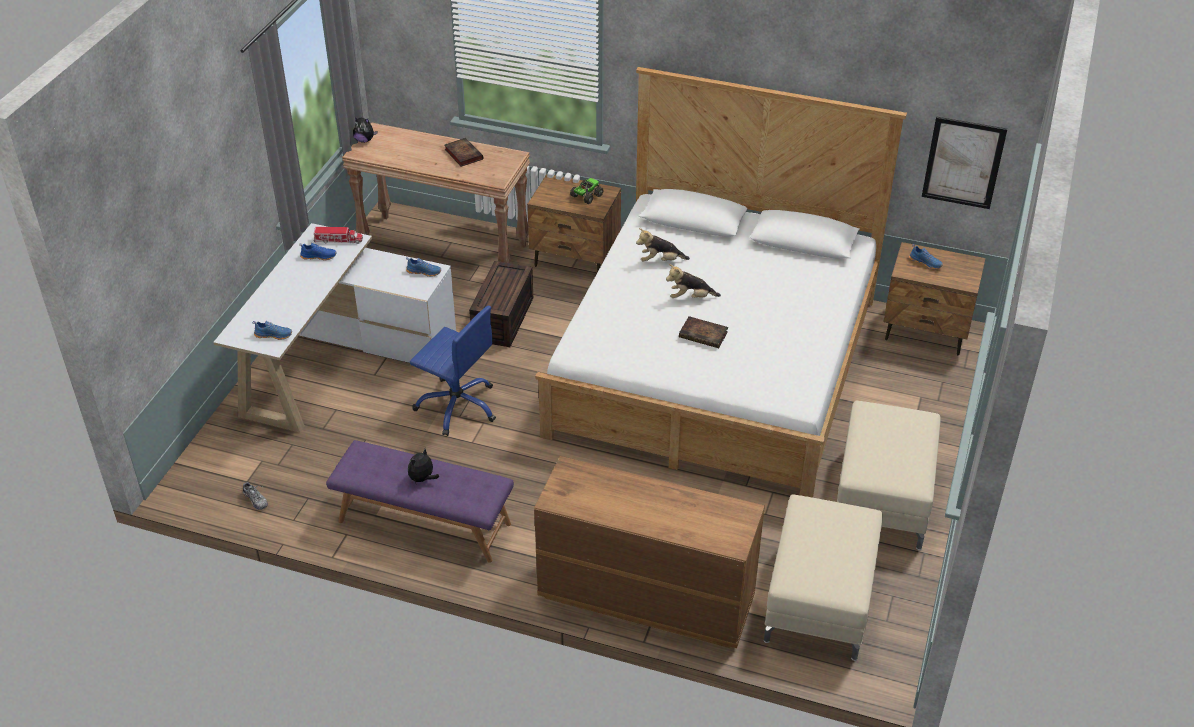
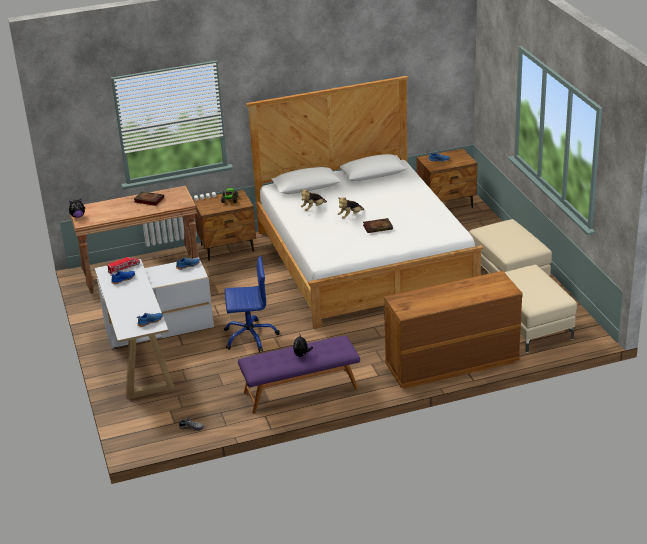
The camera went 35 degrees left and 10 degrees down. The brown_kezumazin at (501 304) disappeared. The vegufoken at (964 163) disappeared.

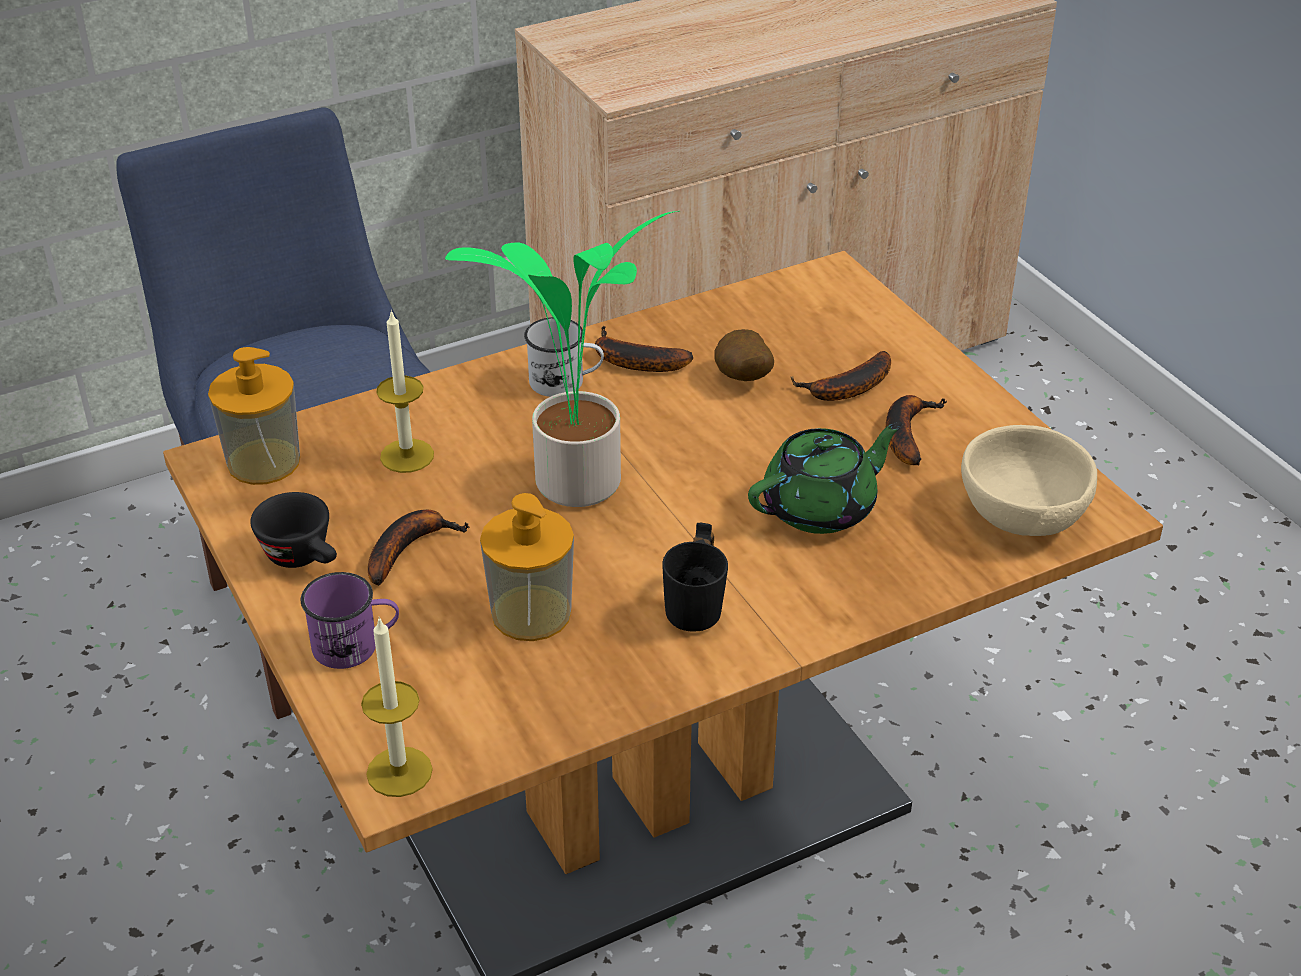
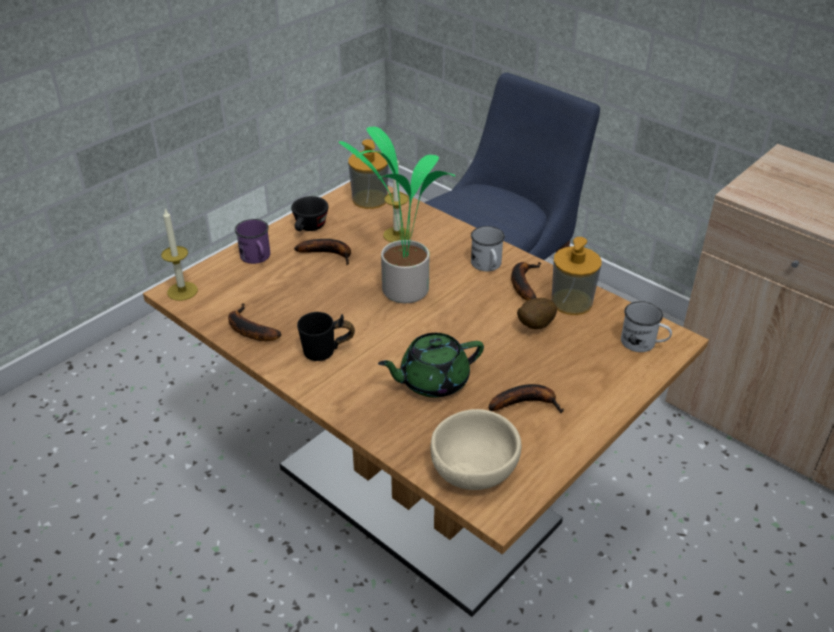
The camera went 70 degrees right and 0 degrees up. The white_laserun at (646 326) appeared. The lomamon moved from (527 567) to (576 276). The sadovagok moved from (841 376) to (254 322). The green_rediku at (825 478) turned 120 degrees clockwise.

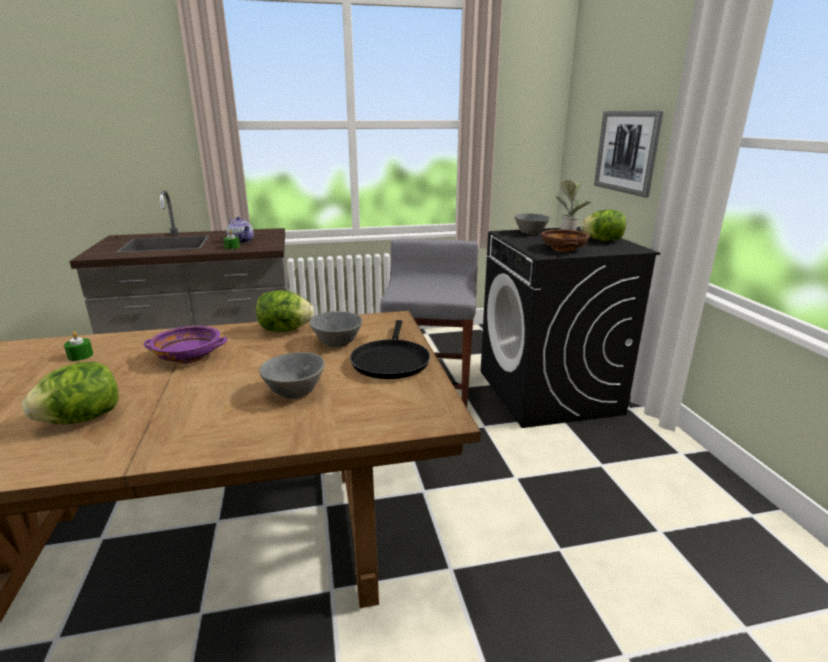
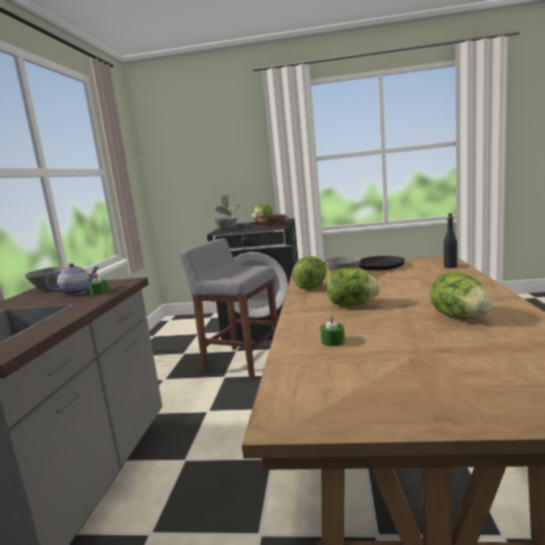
The camera went 70 degrees left and 10 degrees down. The vegufoken at (628 154) disappeared. The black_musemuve at (450 240) appeared. The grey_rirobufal moved from (292 375) to (46 279). The purple_rirobufal at (185 345) was replaced by the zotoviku at (354 287).

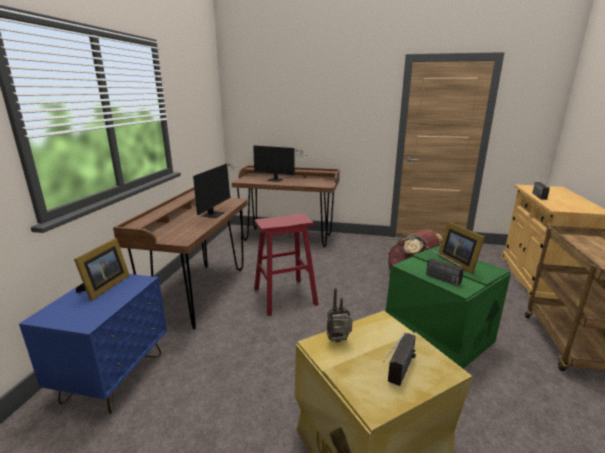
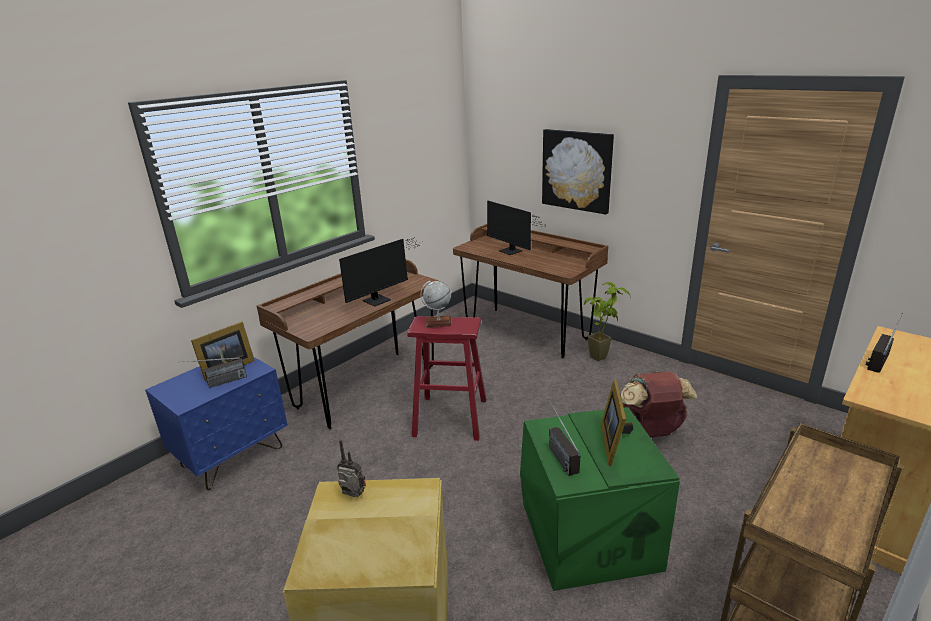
The camera went 30 degrees right and 5 degrees up. The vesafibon at (436 304) appeared. The vegufoken at (578 172) appeared. The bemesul at (607 321) appeared. The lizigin moved from (399 359) to (215 372).

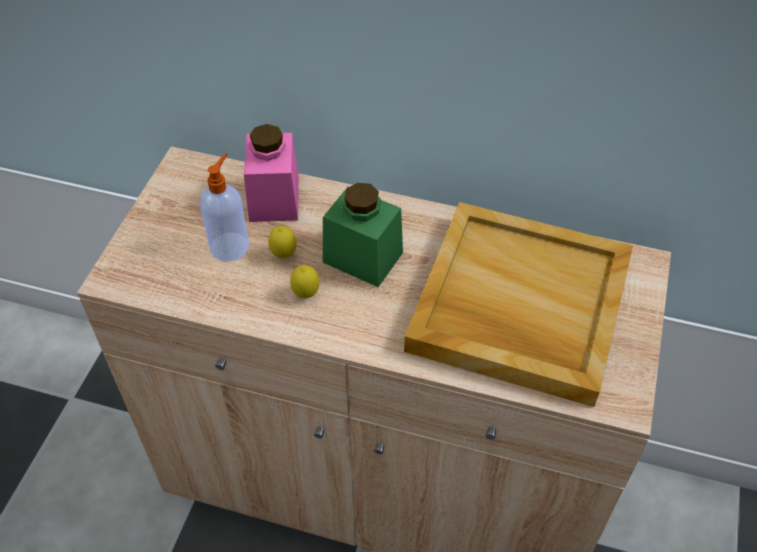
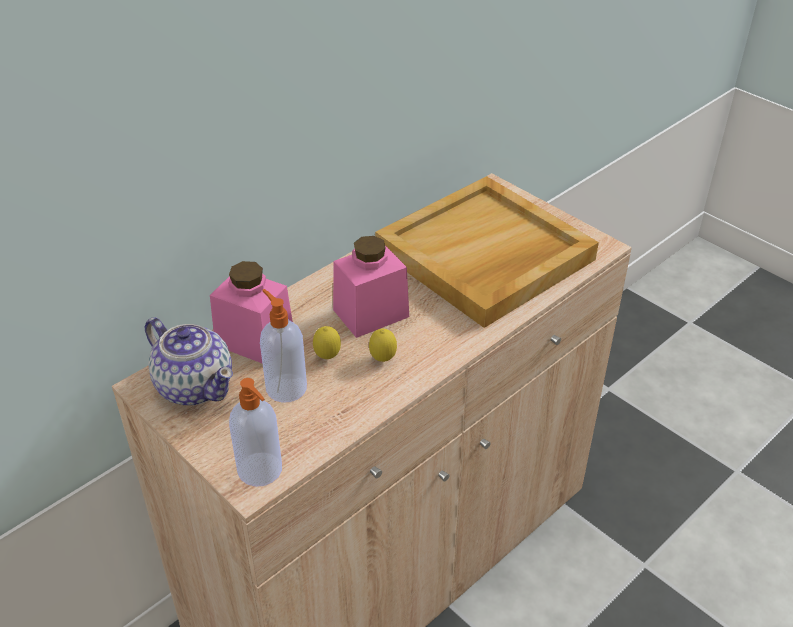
The camera went 60 degrees left and 10 degrees down. The rediku at (189 361) appeared. The lomamon at (255 432) appeared. The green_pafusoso at (363 235) became the pink_pafusoso at (371 287).

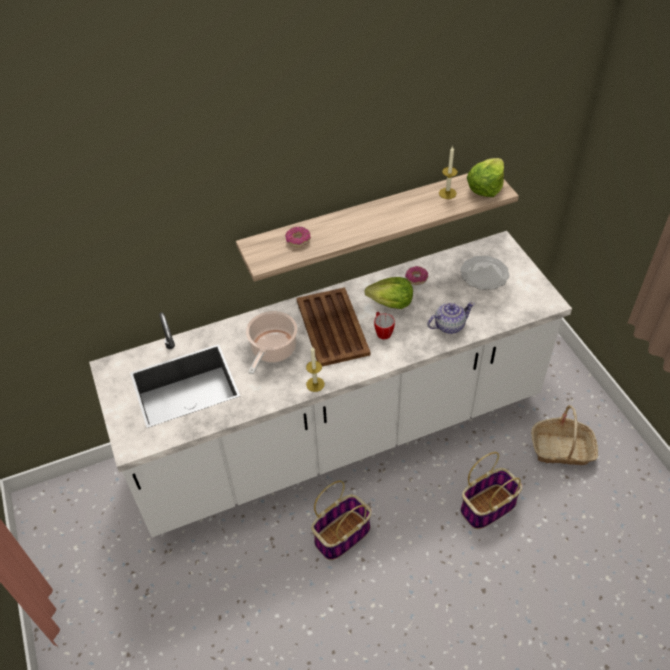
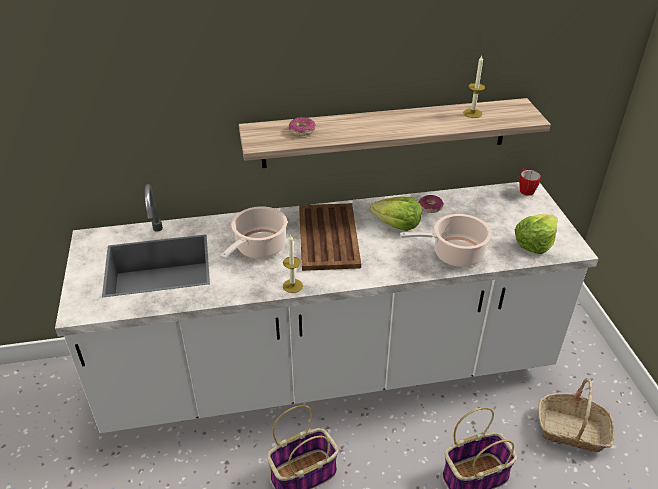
The camera went 10 degrees right and 10 degrees down. The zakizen at (484 273) disappeared. The laserun moved from (384 326) to (530 182). The zotoviku moved from (485 177) to (536 234). The rediku at (451 318) was replaced by the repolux at (445 240).

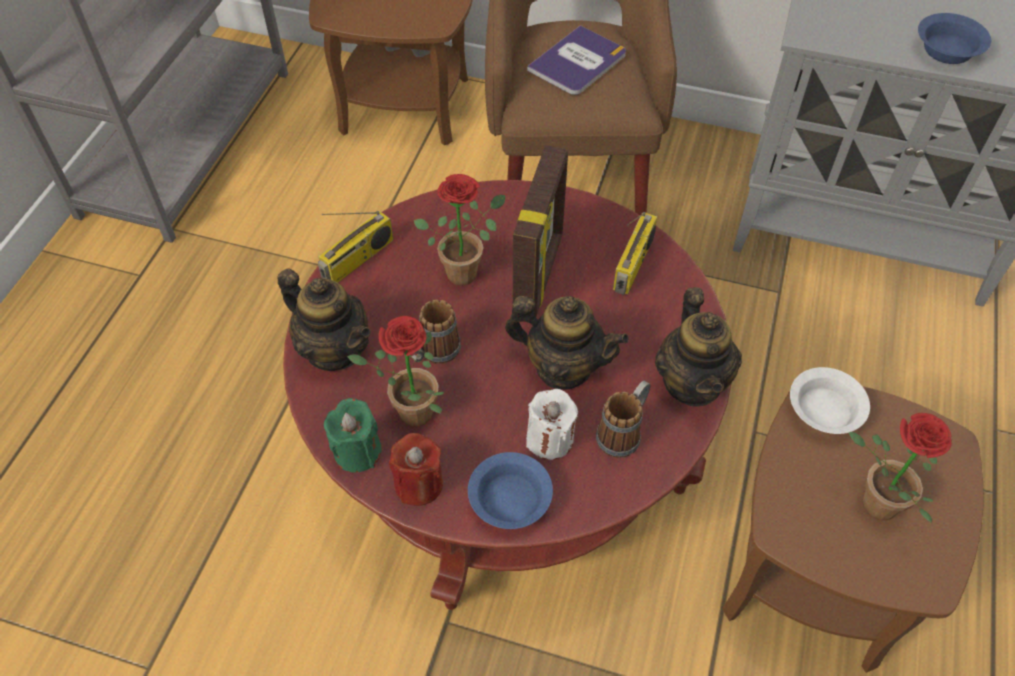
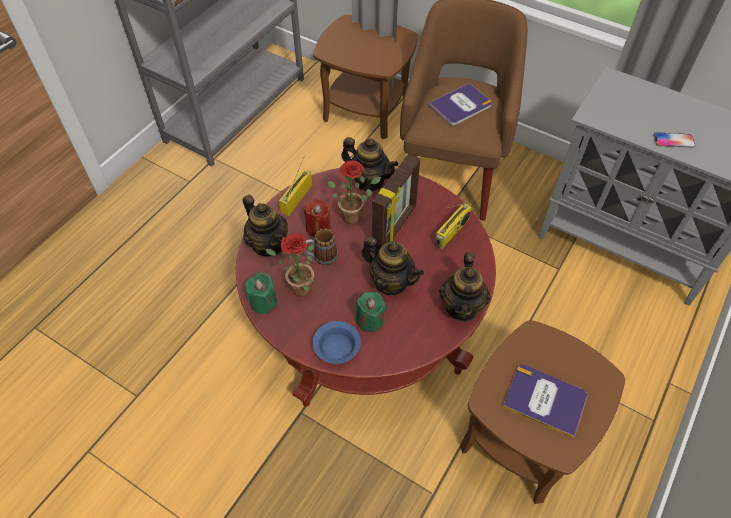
The camera went 15 degrees right and 0 degrees up. The laserun at (623 419) disappeared. The white_rirobufal at (830 400) disappeared. The rediku at (369 164) appeared. The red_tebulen moved from (416 469) to (317 218). The bemesul at (900 468) was replaced by the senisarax at (545 401). The blue_rirobufal at (954 38) was replaced by the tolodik at (674 140). The white_tebulen at (552 424) became the green_tebulen at (371 312). The lizigin at (355 246) turned 150 degrees clockwise.

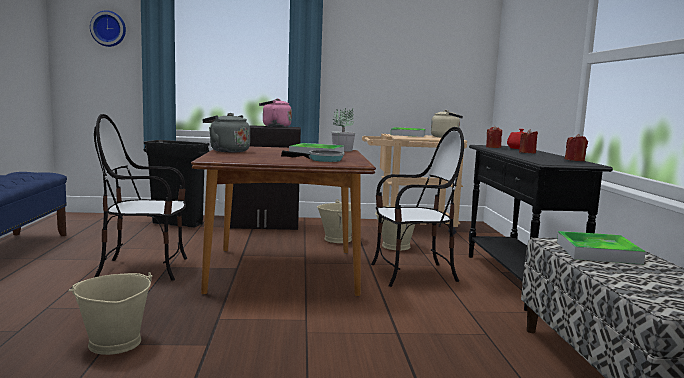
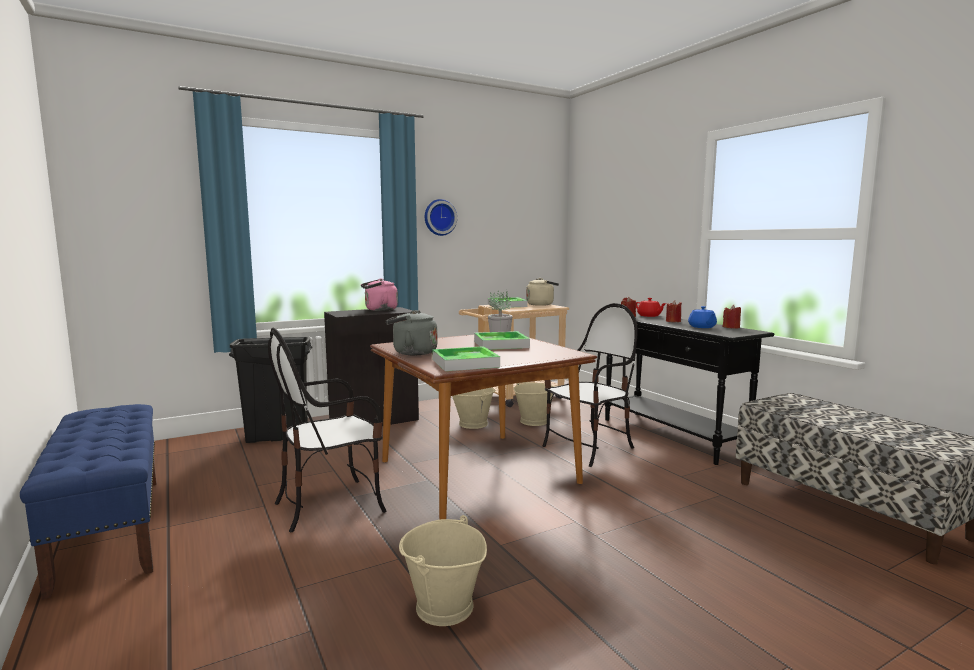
The camera went 25 degrees left and 0 degrees up. The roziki at (312 156) disappeared. The blue_rediku at (702 317) appeared. The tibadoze moved from (108 28) to (441 217). The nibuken moved from (601 247) to (466 358).

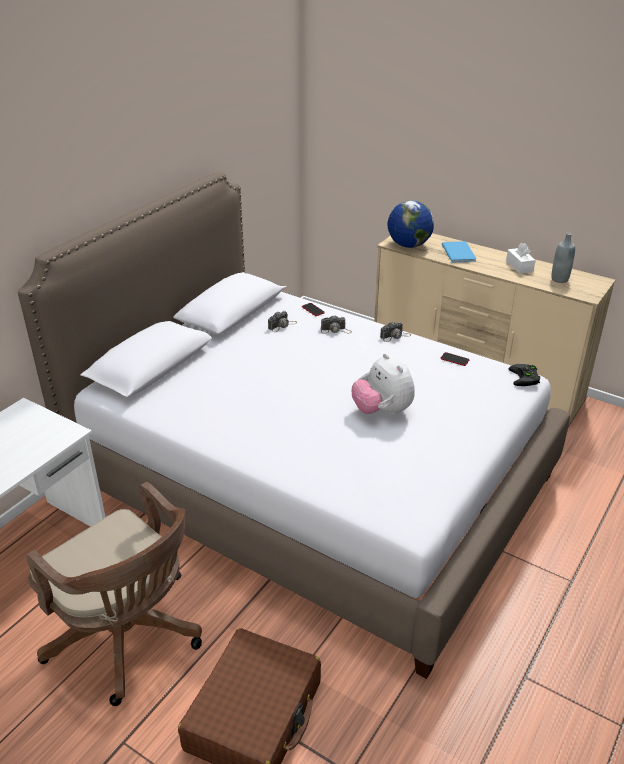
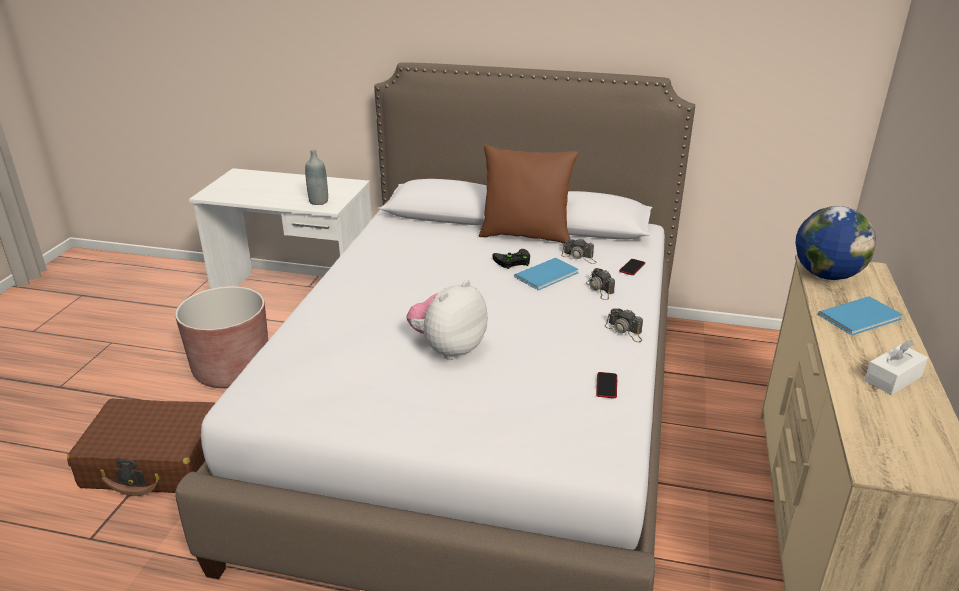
The camera went 70 degrees right and 5 degrees down. The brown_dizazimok at (528 194) appeared. The blue_senisarax at (546 274) appeared. The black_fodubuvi moved from (524 375) to (511 259). The grey_musemuve moved from (563 258) to (316 177). The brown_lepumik at (114 594) was replaced by the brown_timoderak at (221 337).

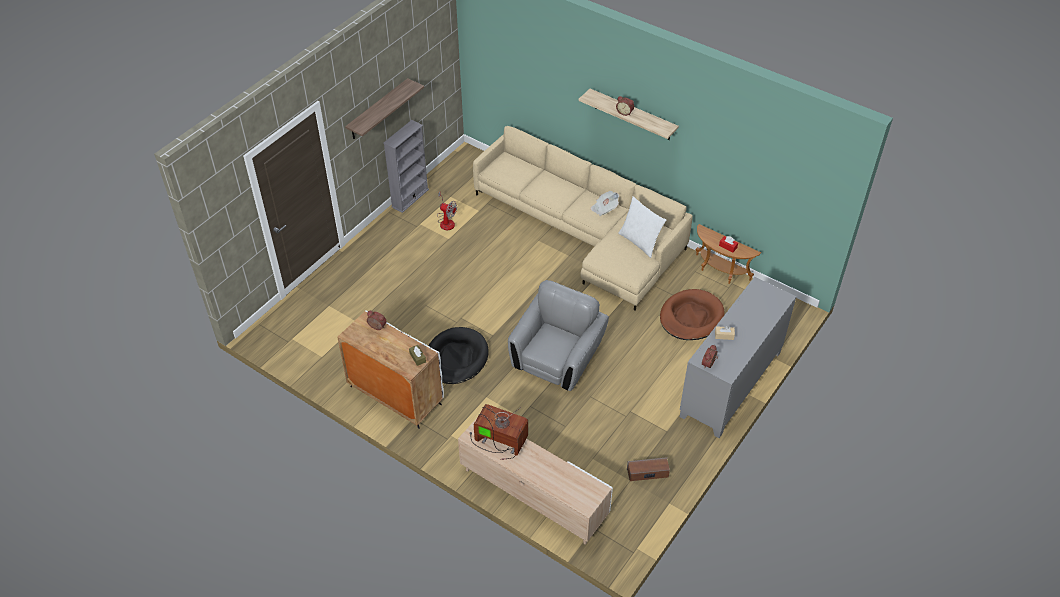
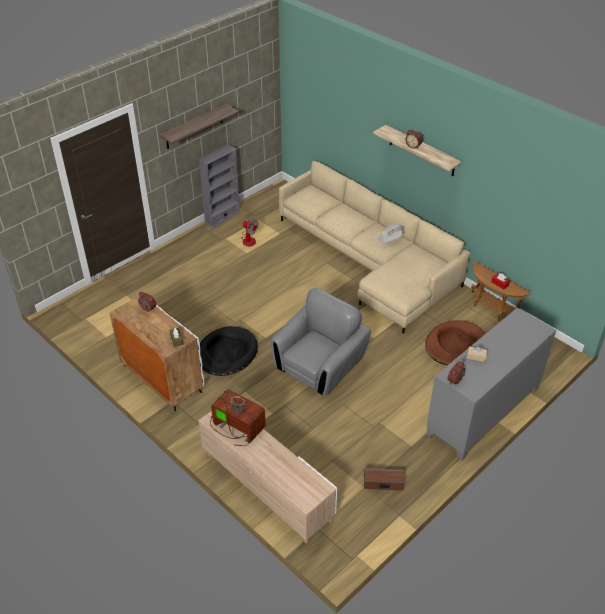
The camera went 10 degrees right and 5 degrees down. The white_dizazimok at (642 227) disappeared.

